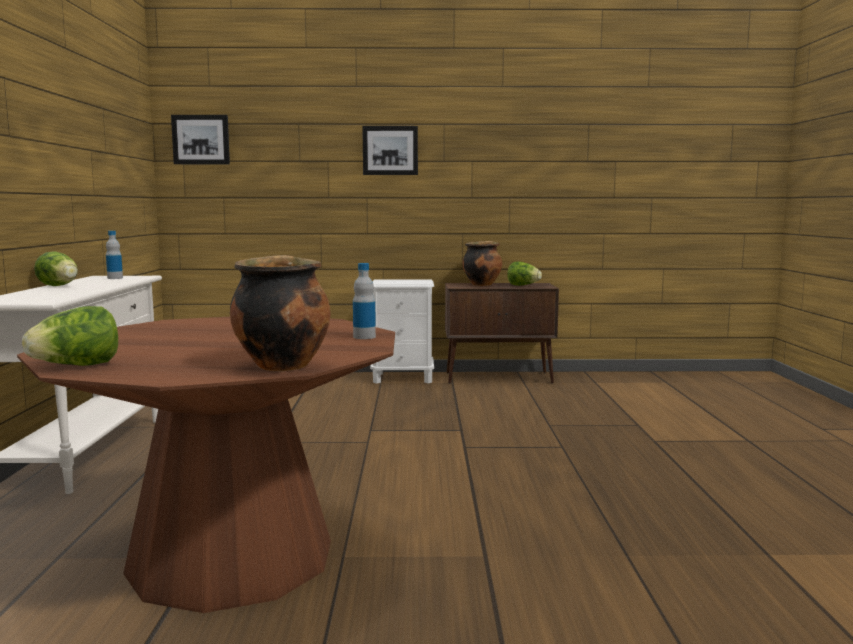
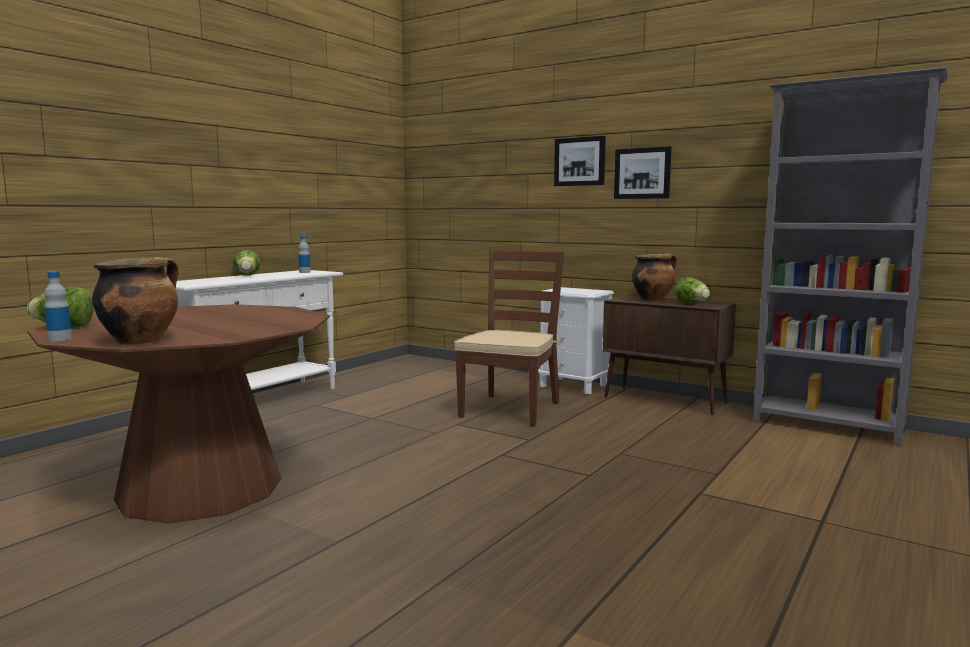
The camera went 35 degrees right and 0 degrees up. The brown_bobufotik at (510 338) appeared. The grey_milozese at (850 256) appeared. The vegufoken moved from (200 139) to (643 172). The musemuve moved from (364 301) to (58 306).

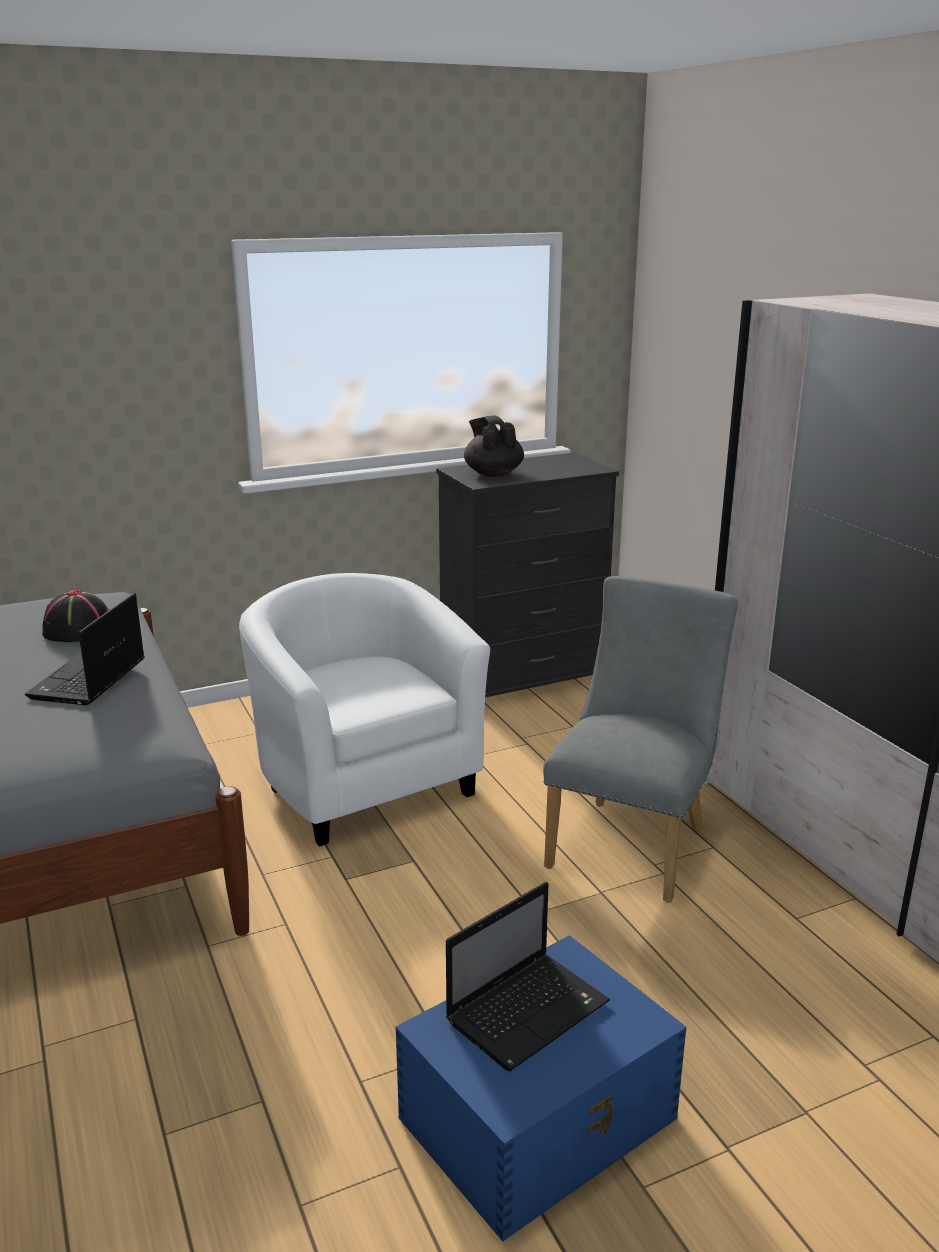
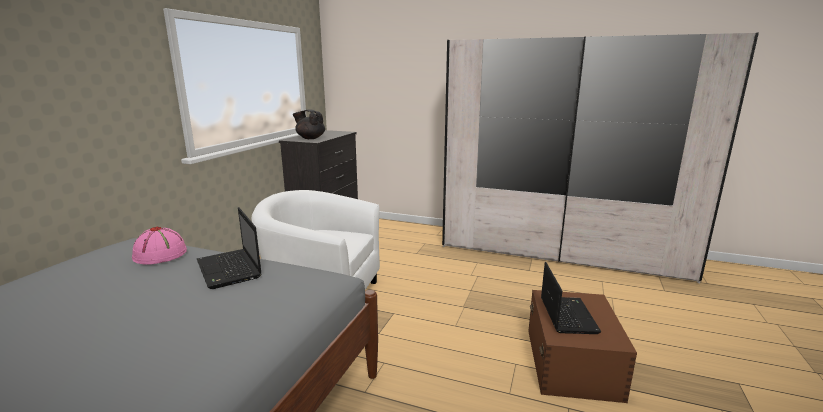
The camera went 45 degrees left and 5 degrees down. The grey_bobufotik at (640 739) disappeared. The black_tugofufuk at (75 616) became the pink_tugofufuk at (159 245). The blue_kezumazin at (541 1088) became the brown_kezumazin at (582 346).

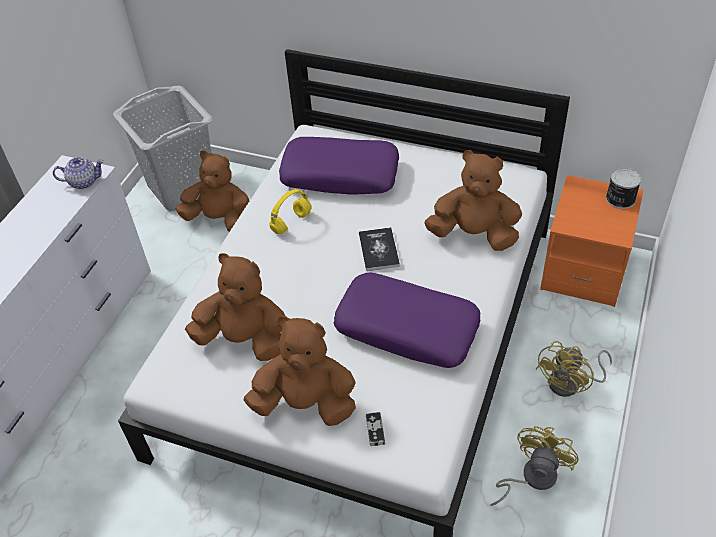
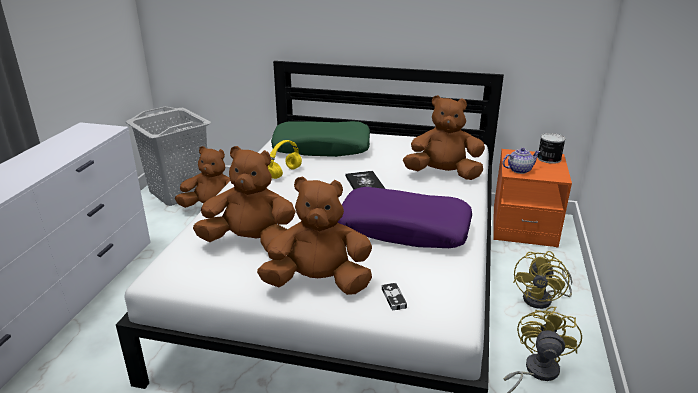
The camera went 10 degrees left and 20 degrees down. The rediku moved from (78 173) to (521 161). The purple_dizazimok at (339 166) became the green_dizazimok at (320 139).

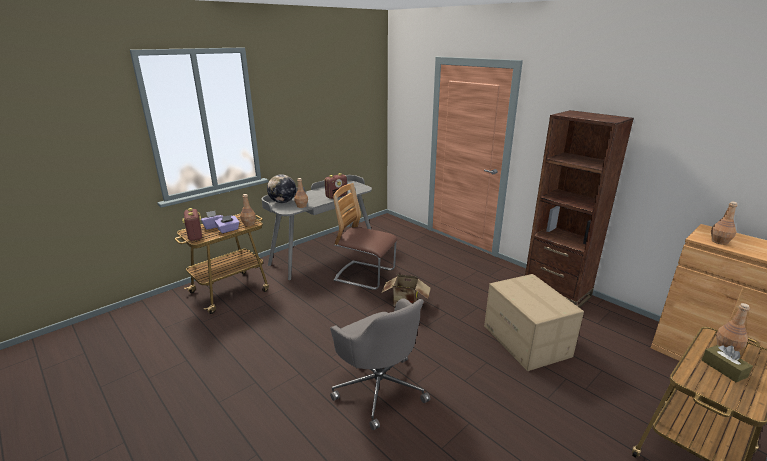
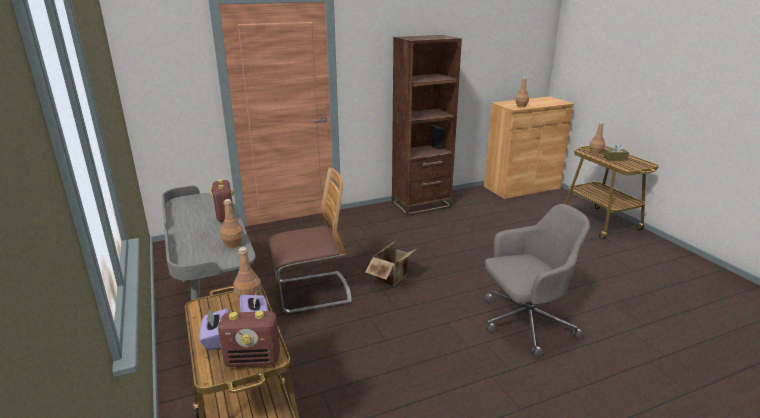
The camera went 70 degrees left and 0 degrees up. The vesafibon at (281 188) disappeared. The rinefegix at (534 322) disappeared. The bobufotik at (365 236) turned 150 degrees counterclockwise.

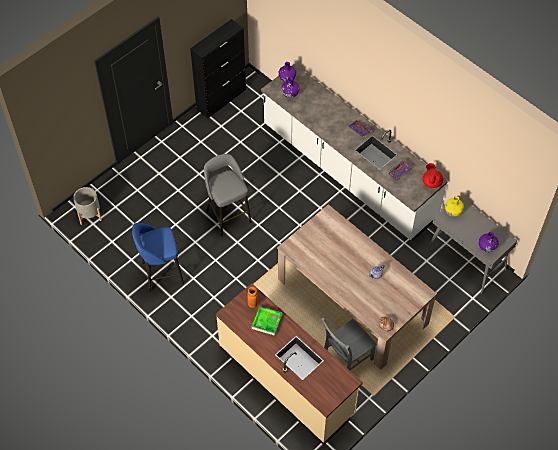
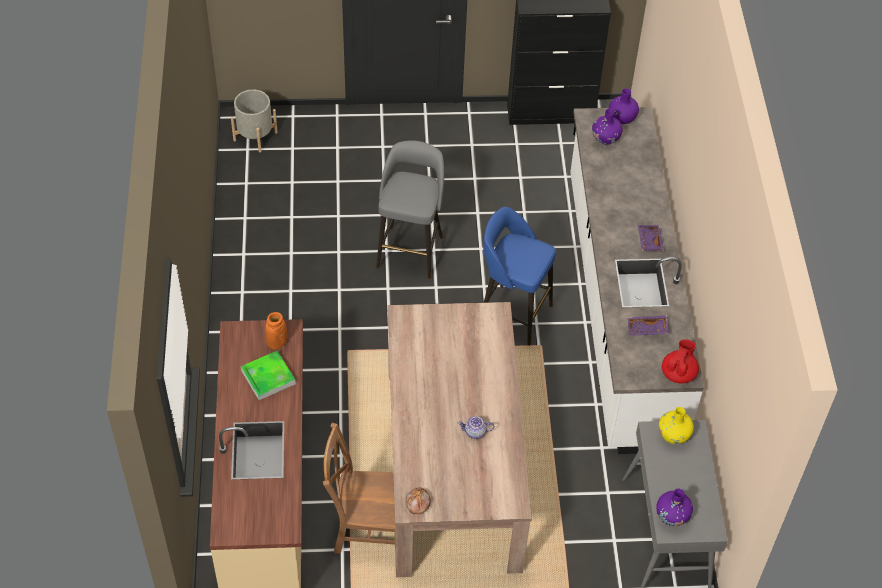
The camera went 40 degrees right and 5 degrees down. The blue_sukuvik moved from (158 257) to (519 276). The grey_bobufotik at (349 344) became the brown_bobufotik at (359 488).

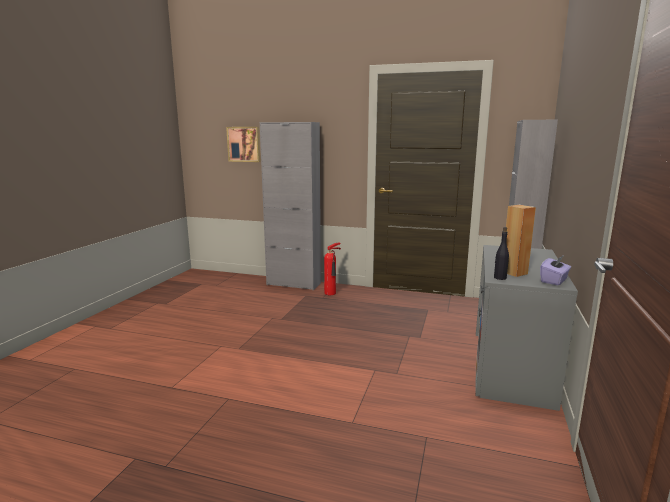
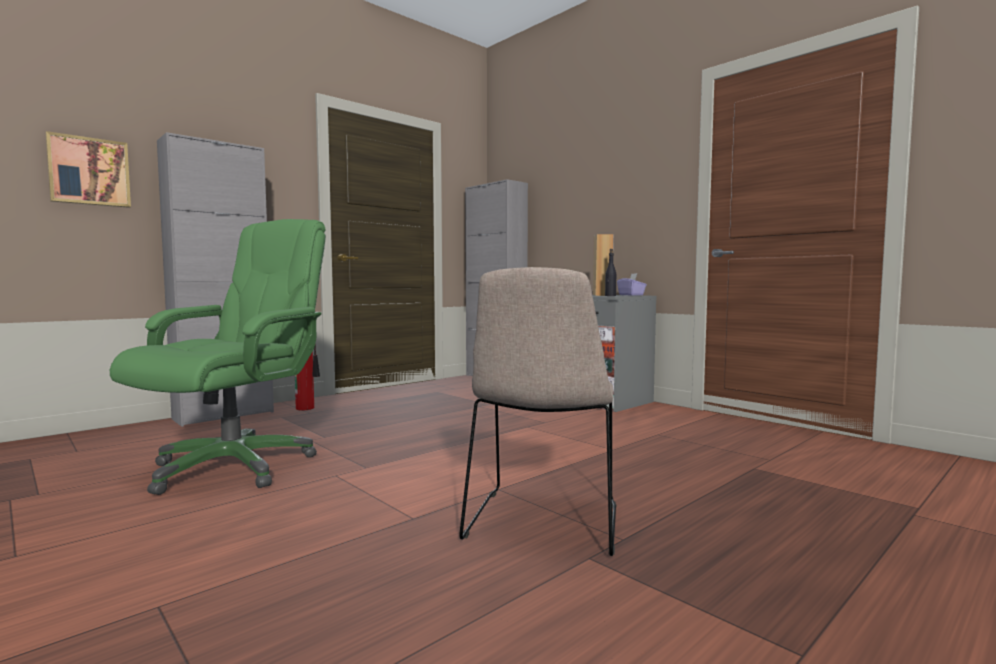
The camera went 60 degrees left and 10 degrees down. The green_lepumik at (218 357) appeared. The beige_bobufotik at (537 411) appeared.

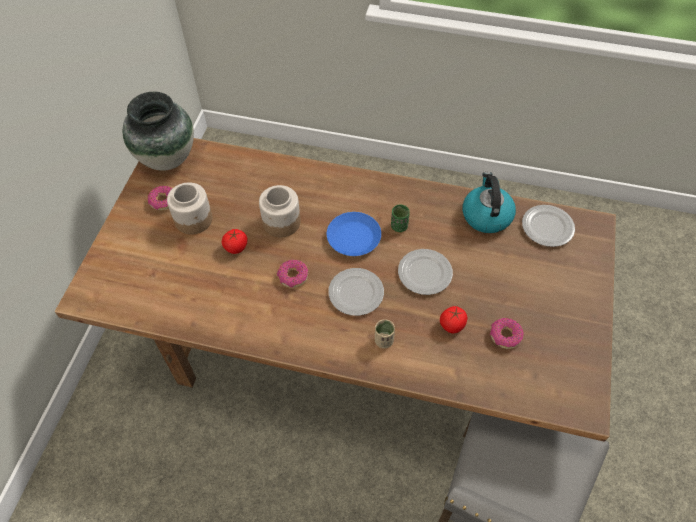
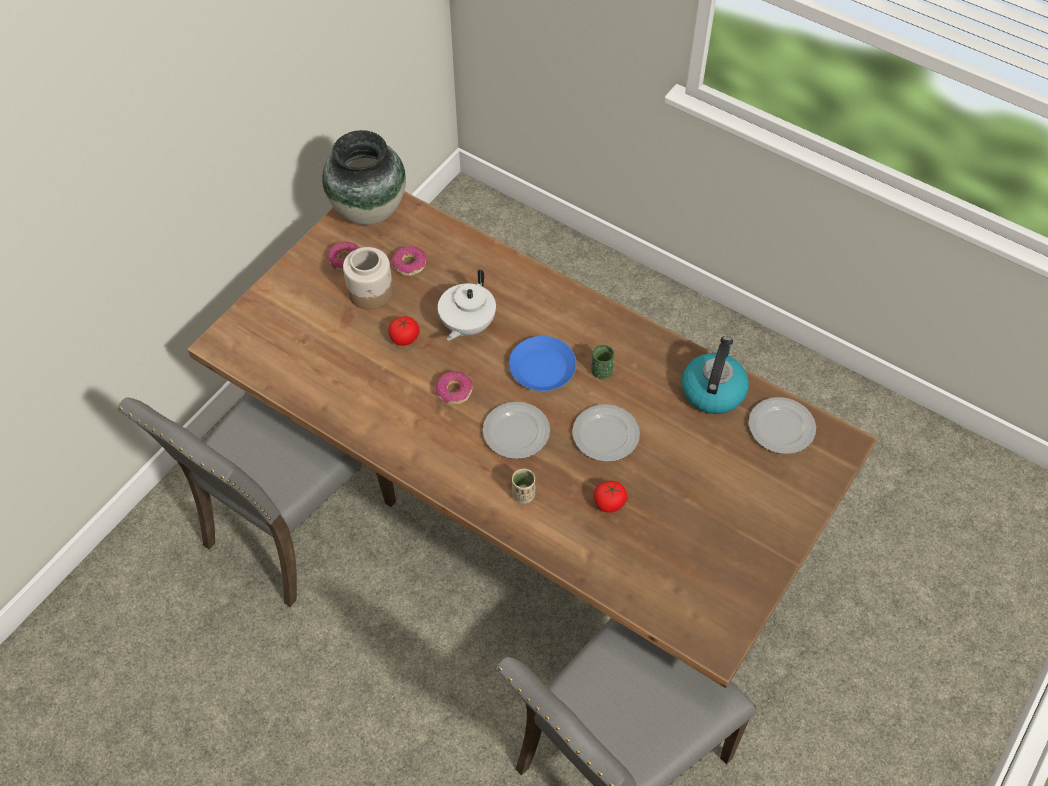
The camera went 20 degrees right and 0 degrees up. The grey_bobufotik at (256 500) appeared. The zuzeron moved from (507 333) to (409 261). The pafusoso at (280 211) was replaced by the white_rediku at (467 305).

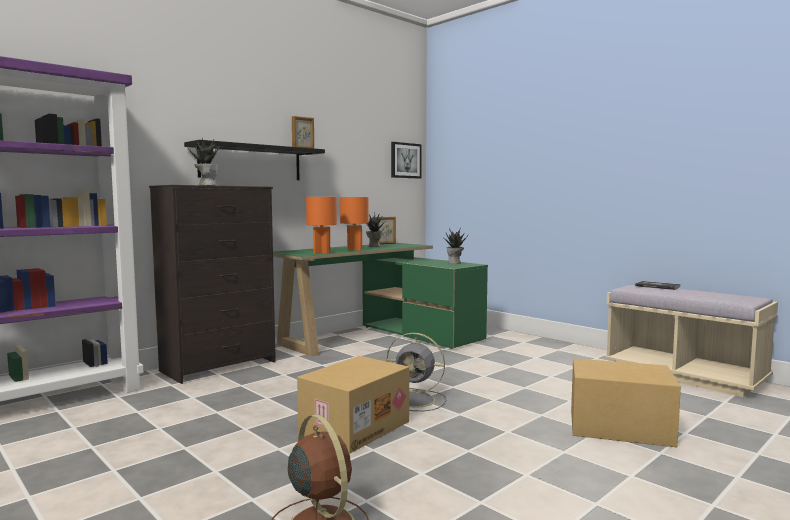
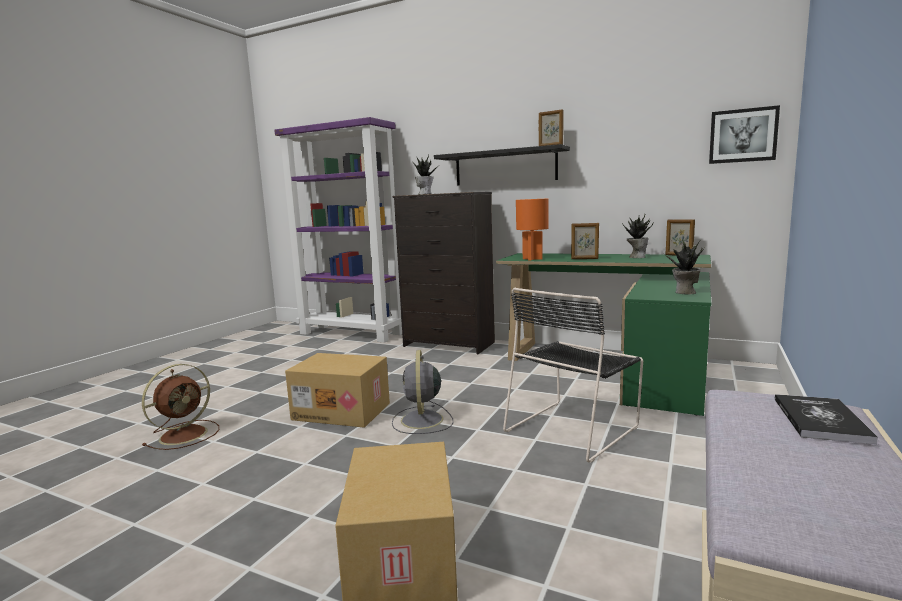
The camera went 70 degrees right and 5 degrees up. The black_bobufotik at (573 375) appeared. The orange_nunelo at (354 224) was replaced by the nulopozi at (585 241).

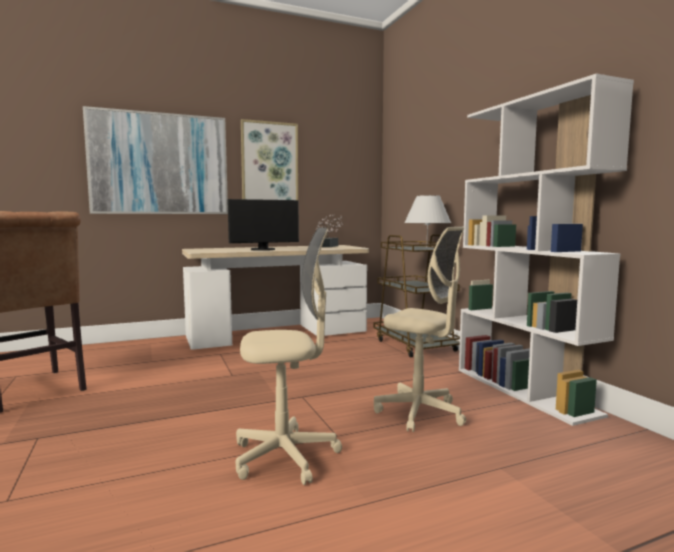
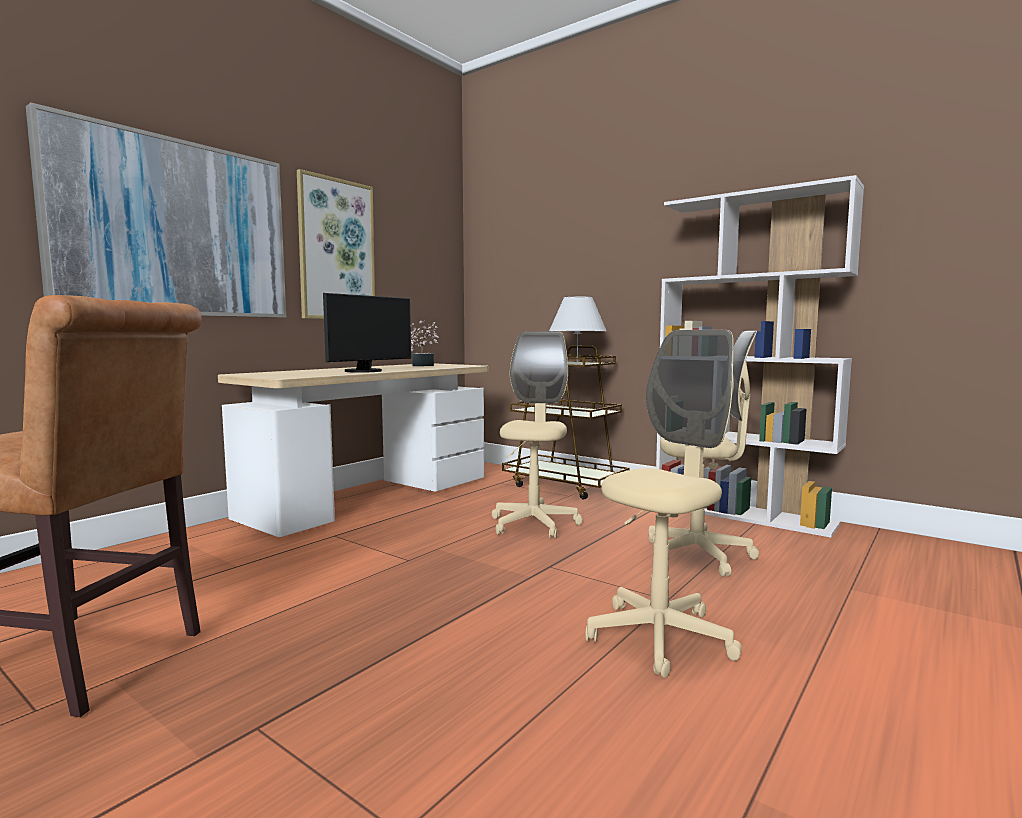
The camera went 30 degrees left and 0 degrees up. The beige_lepumik at (537 435) appeared.

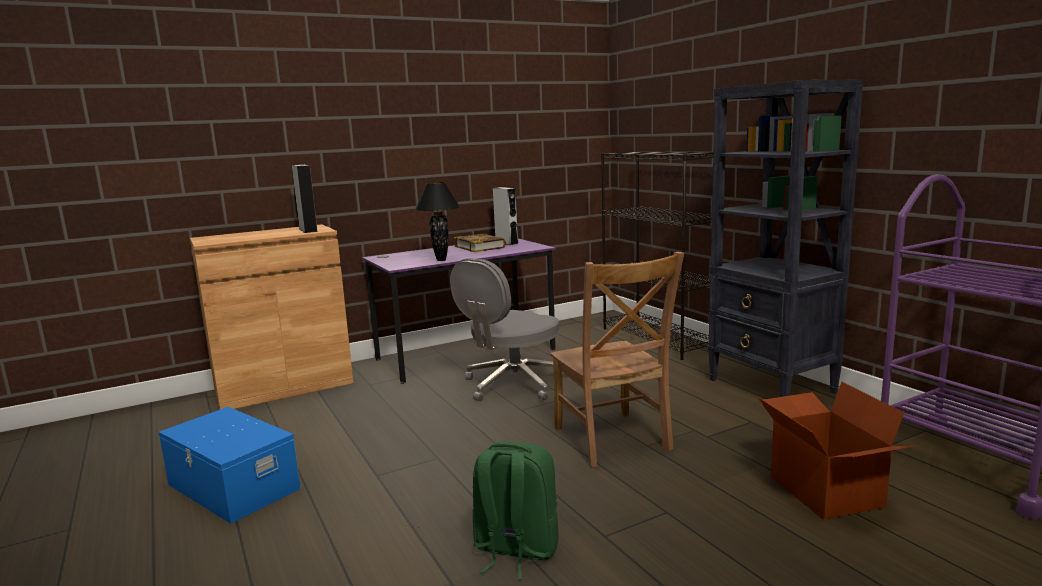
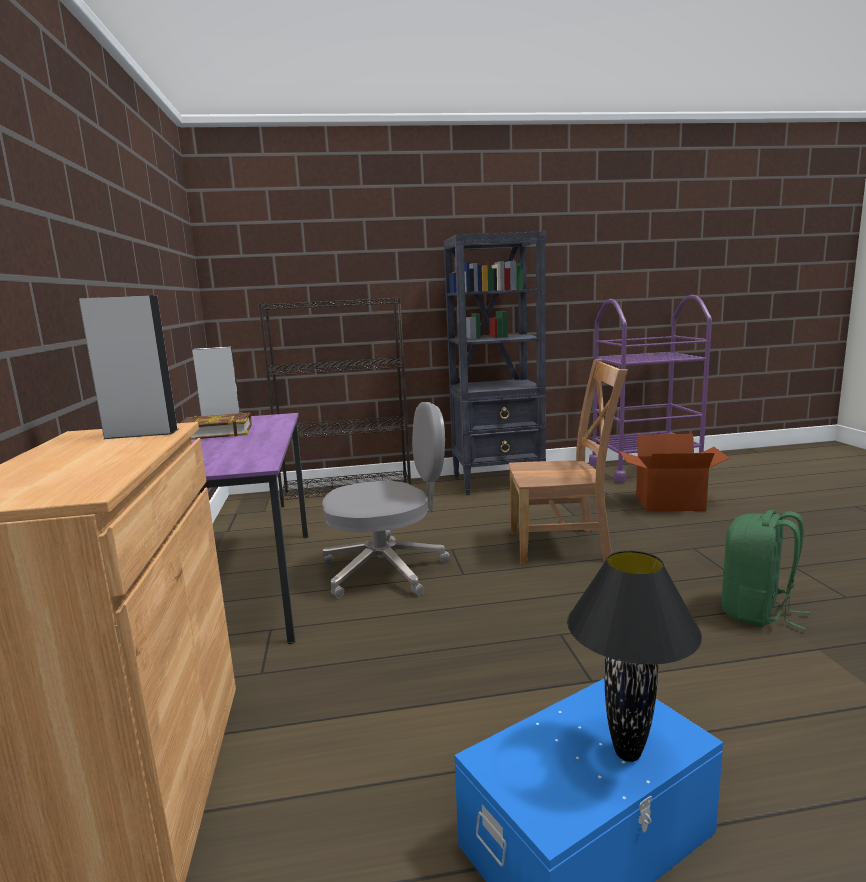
The camera went 70 degrees left and 0 degrees up. The black_nunelo moved from (437 221) to (634 656). The grey_lepumik at (508 330) turned 75 degrees counterclockwise.

